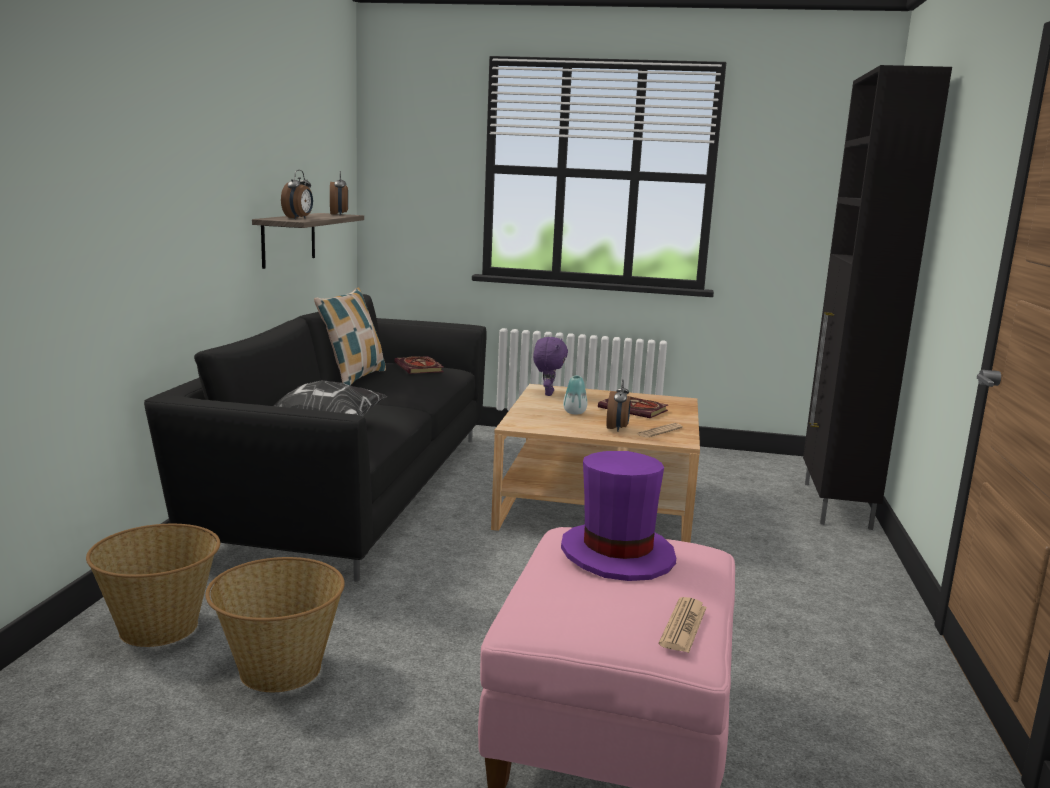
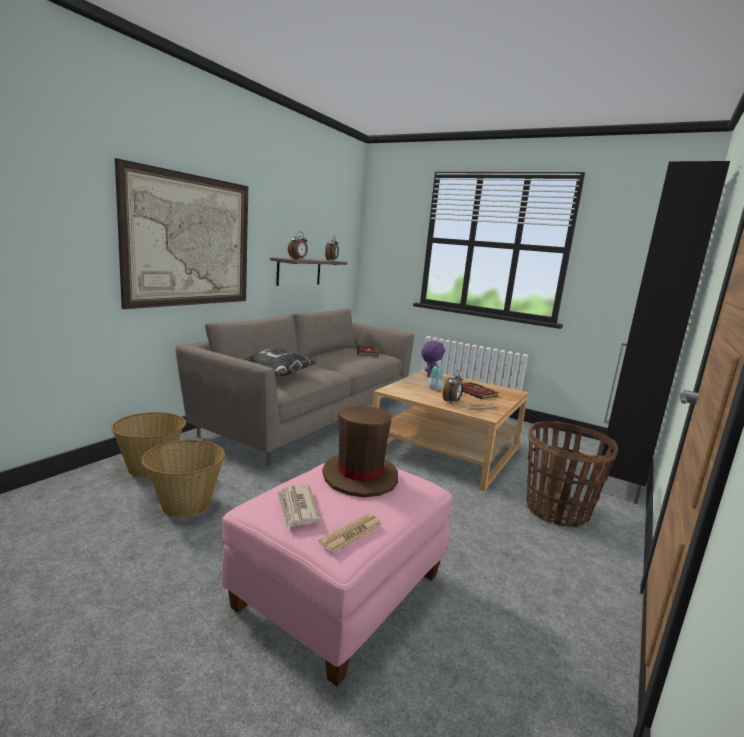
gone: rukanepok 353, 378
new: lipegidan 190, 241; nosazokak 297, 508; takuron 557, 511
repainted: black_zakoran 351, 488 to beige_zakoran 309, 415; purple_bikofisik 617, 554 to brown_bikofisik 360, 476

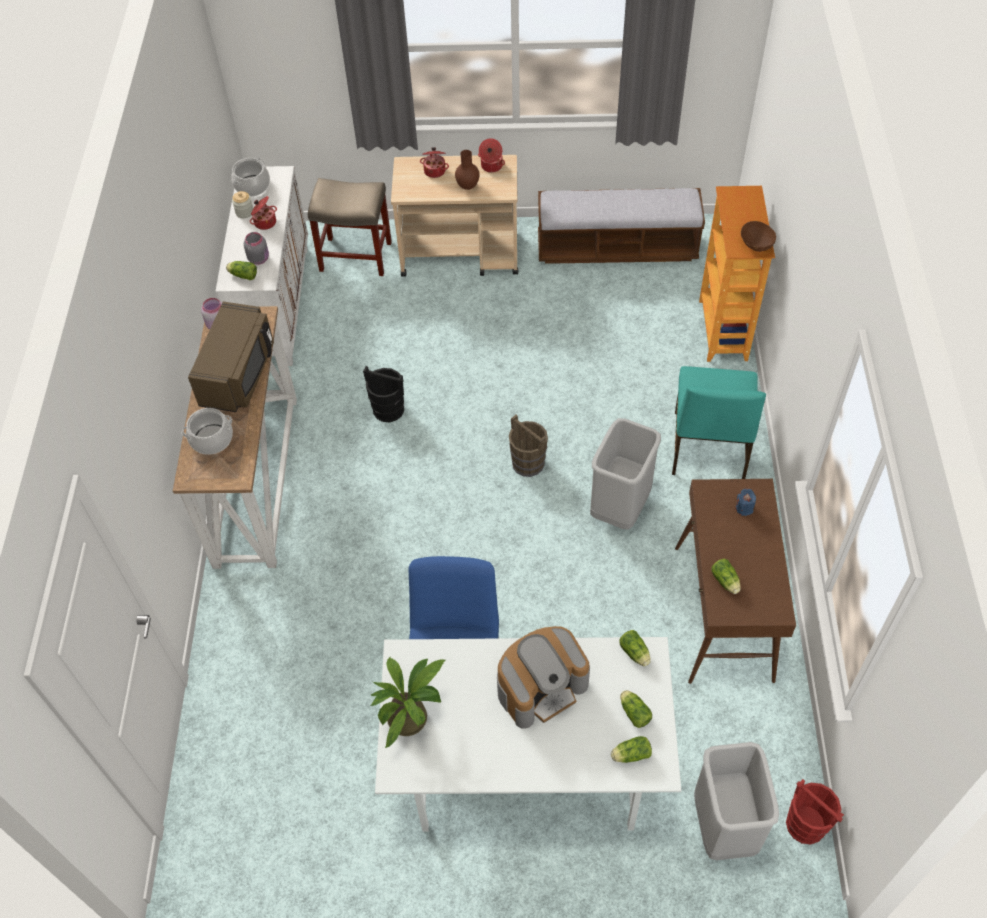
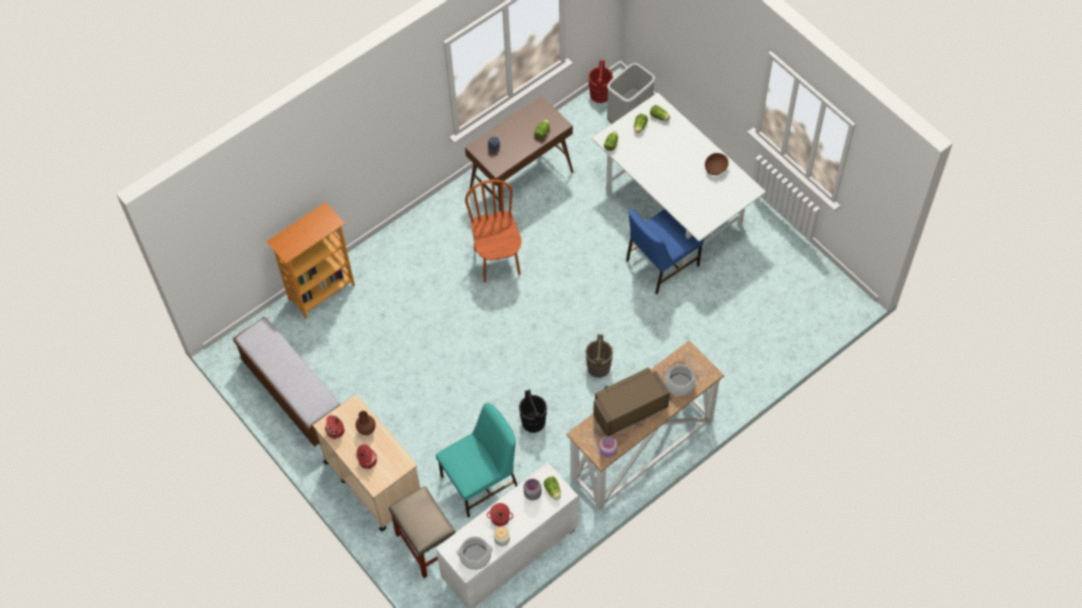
gone: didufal 412, 716; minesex 541, 687
shifted: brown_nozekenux 528, 463 to 598, 367; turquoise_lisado 708, 447 to 481, 481; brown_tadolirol 755, 244 to 715, 169
swapped: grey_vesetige 620, 508 to brown_lisado 497, 261

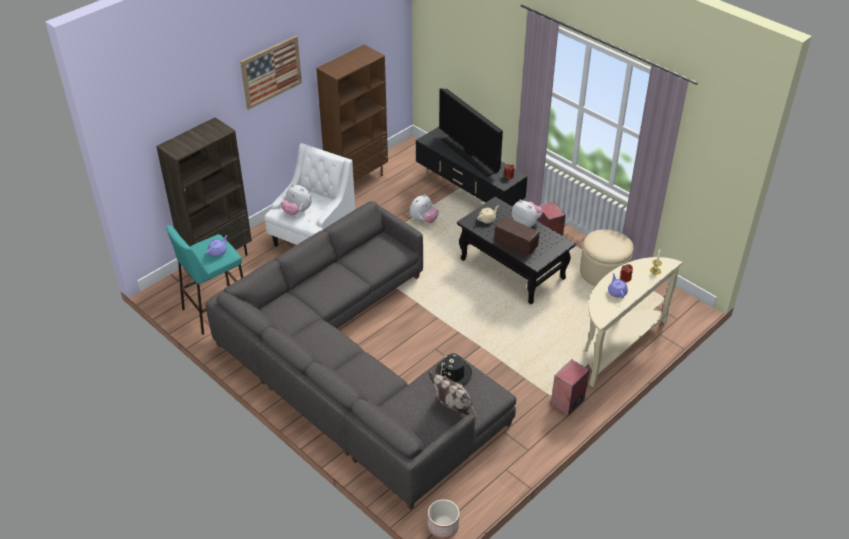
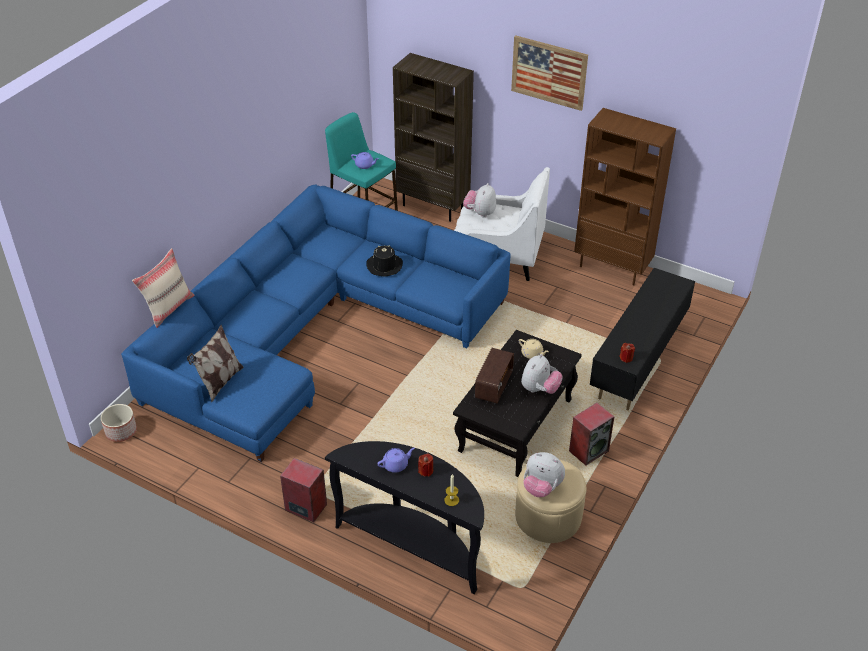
gone: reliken 469, 156
new: beige_rukanepok 168, 308
shifted: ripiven 423, 220 to 541, 487; black_bikofisik 453, 374 to 384, 266
repainted: grey_zakoran 355, 367 to blue_zakoran 314, 329; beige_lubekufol 617, 345 to black_lubekufol 414, 544

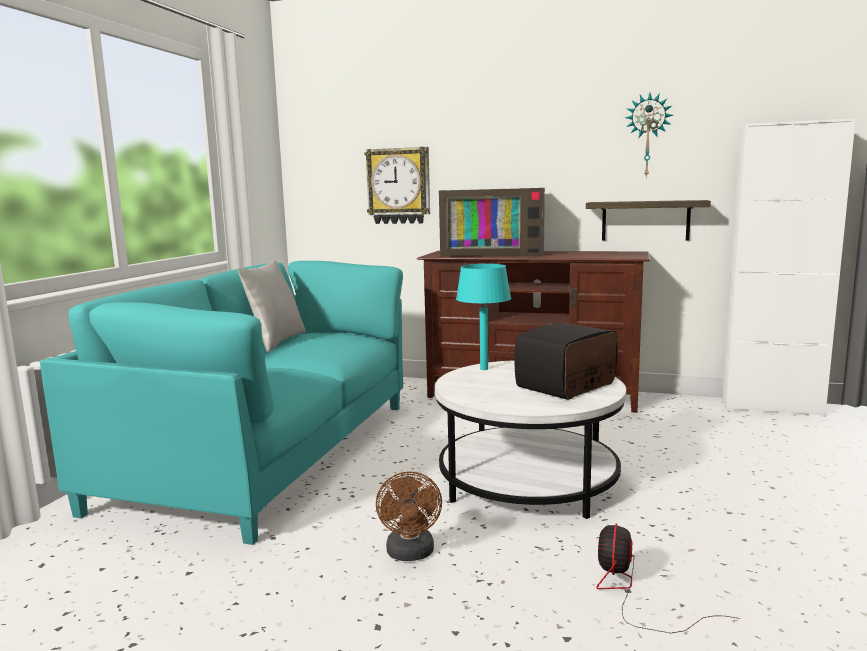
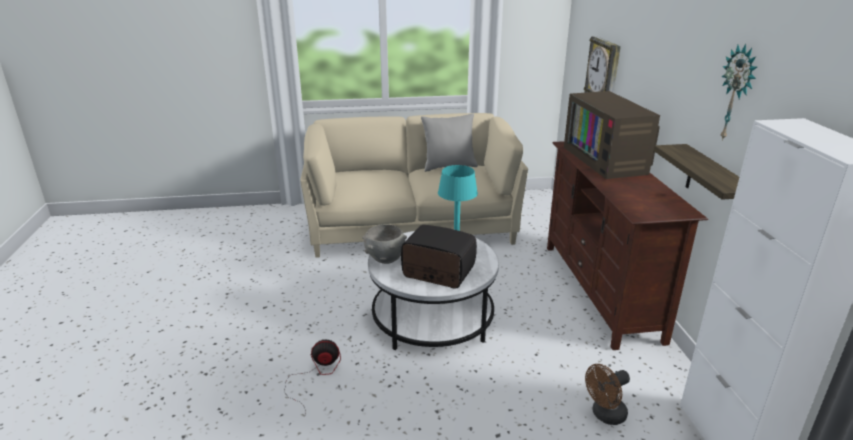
new: grey_tadolirol 385, 259
shifted: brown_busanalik 411, 554 to 605, 415
repainted: turquoise_zakoran 268, 452 to beige_zakoran 411, 227

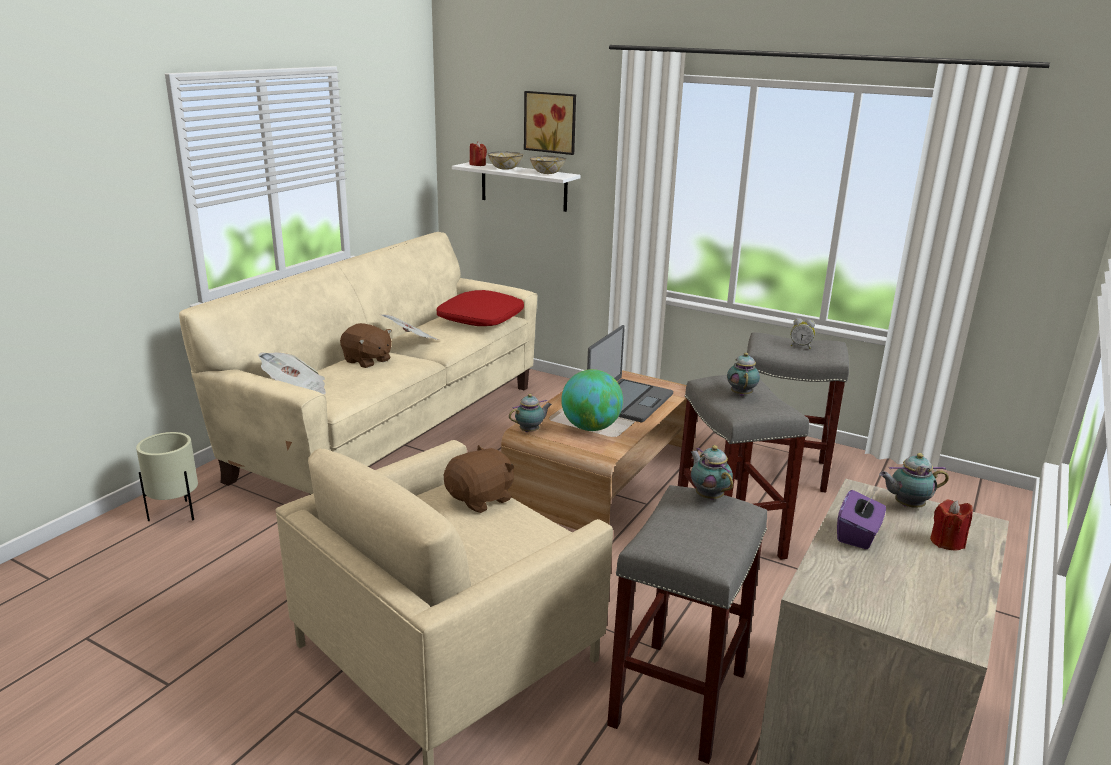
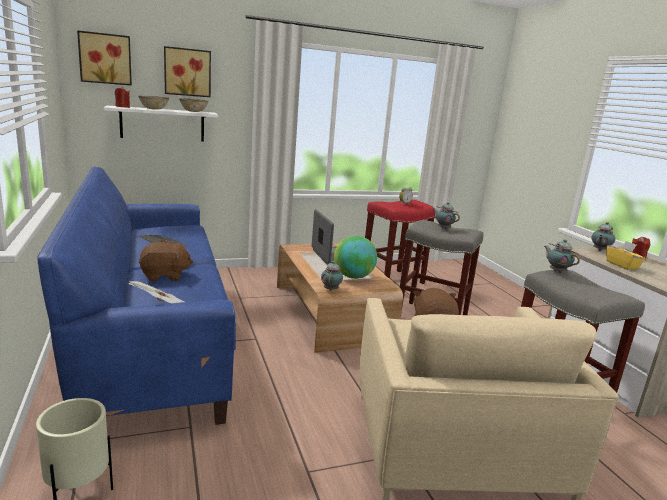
gone: red_rukanepok 480, 319
new: lipegidan 105, 58
repainted: beige_zakoran 392, 429 to blue_zakoran 151, 339; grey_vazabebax 781, 470 to red_vazabebax 392, 280; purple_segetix 858, 535 to yellow_segetix 622, 265
rotated: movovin 708, 496 = 556, 271 45 degrees clockwise

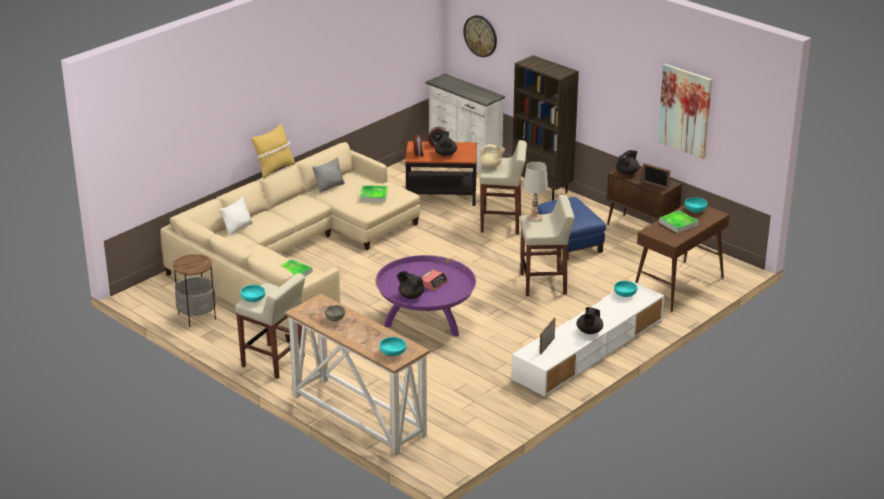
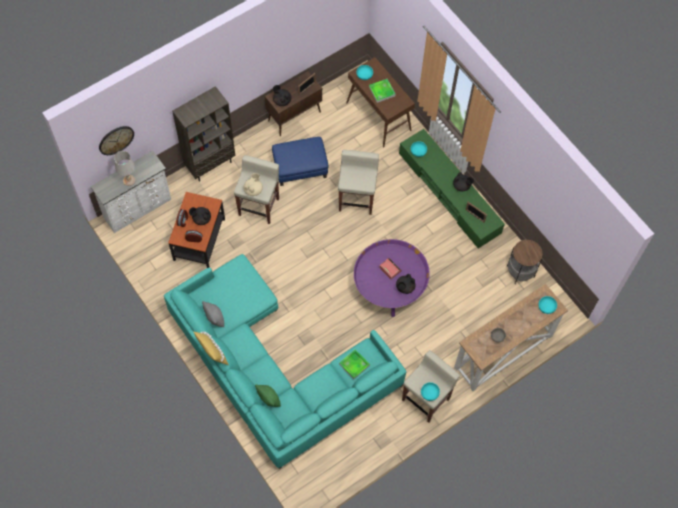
gone: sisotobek 373, 196; lipegidan 685, 110
shifted: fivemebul 197, 316 to 520, 272; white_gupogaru 534, 218 to 129, 180
repainted: beige_zakoran 292, 257 to turquoise_zakoran 273, 367; white_rukanepok 237, 228 to green_rukanepok 269, 399; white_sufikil 588, 350 to green_sufikil 449, 193

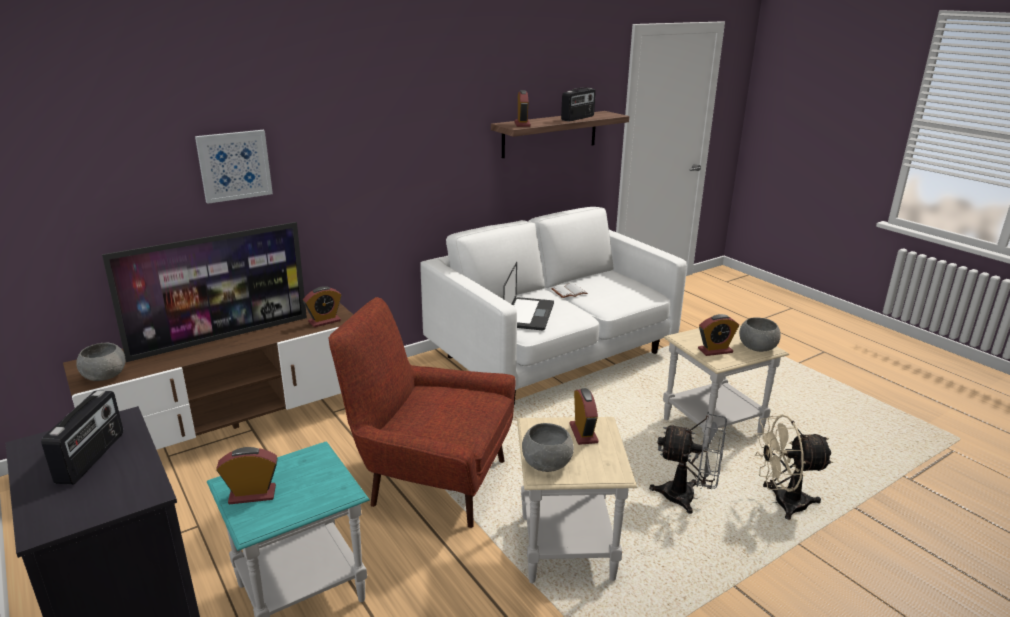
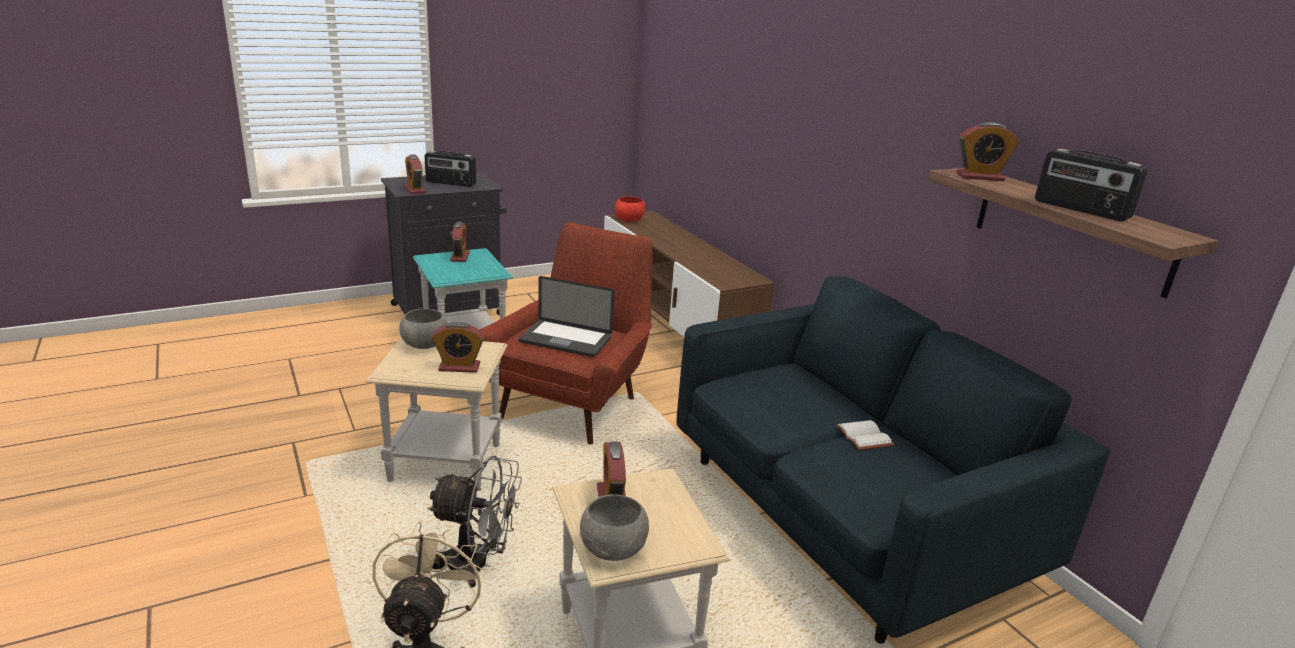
gone: reliken 221, 337; lipegidan 234, 165
shifted: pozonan 324, 321 to 415, 190; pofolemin 529, 315 to 565, 340
repainted: grey_tadolirol 104, 376 to red_tadolirol 629, 220; white_zakoran 552, 355 to blue_zakoran 843, 517
rotated: grey_busanalik 687, 498 = 478, 565 105 degrees counterclockwise

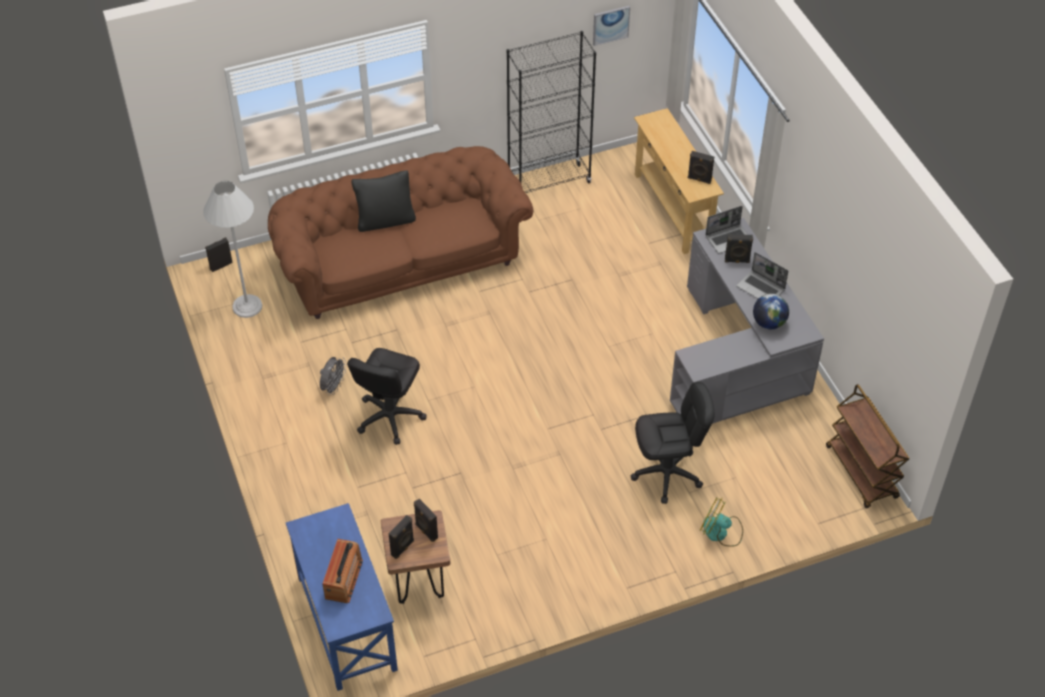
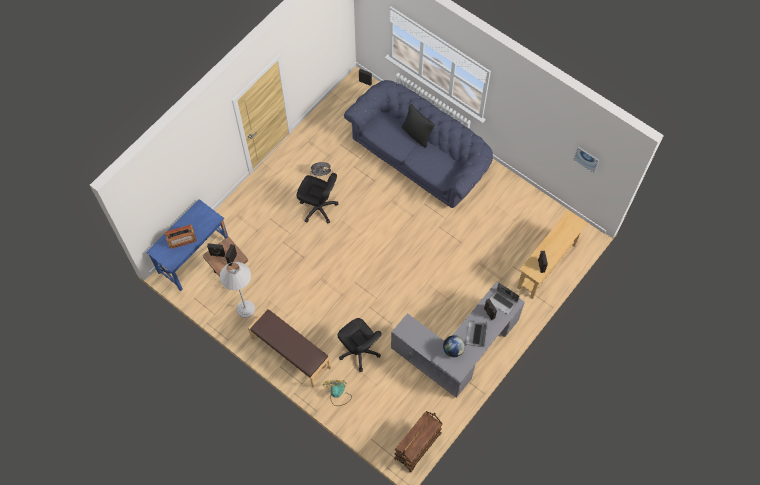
gone: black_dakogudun 549, 183
new: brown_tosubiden 290, 353
shifted: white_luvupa 247, 306 to 245, 309
repainted: brown_zakoran 400, 261 to blue_zakoran 420, 157
rotated: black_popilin 389, 417 = 318, 208 150 degrees counterclockwise

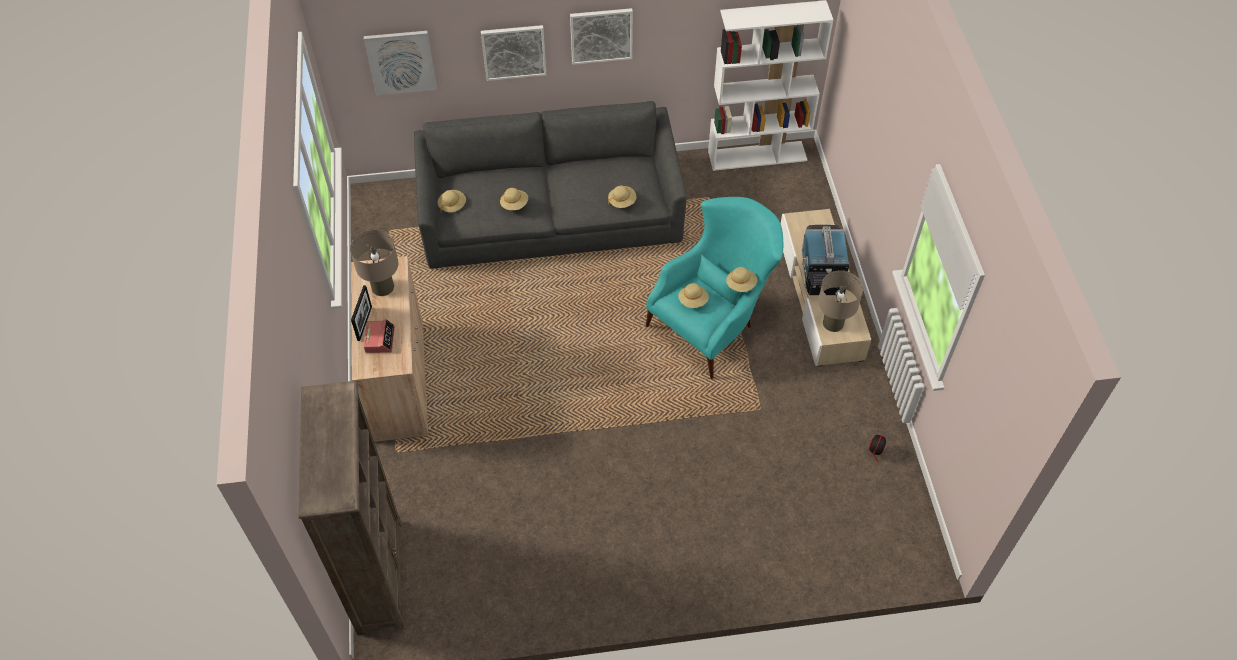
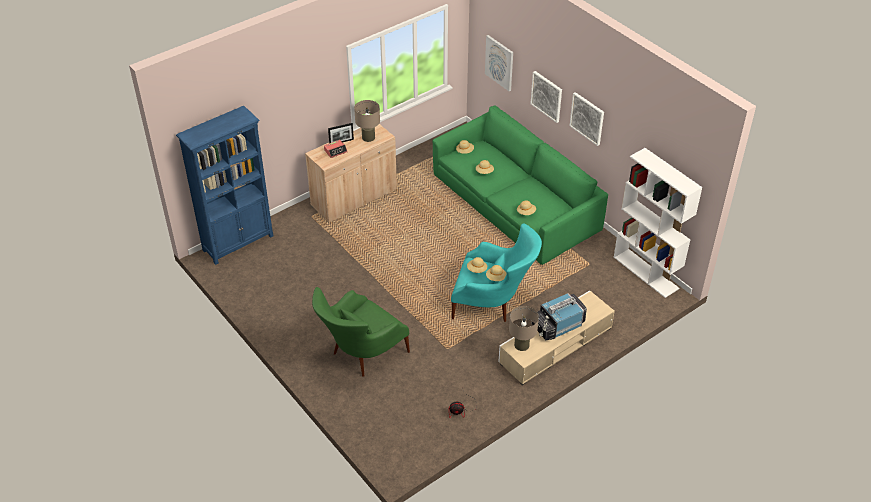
new: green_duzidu 360, 355
repainted: brown_dakogudun 379, 575 to blue_dakogudun 238, 243; grey_zakoran 551, 212 to green_zakoran 515, 203

